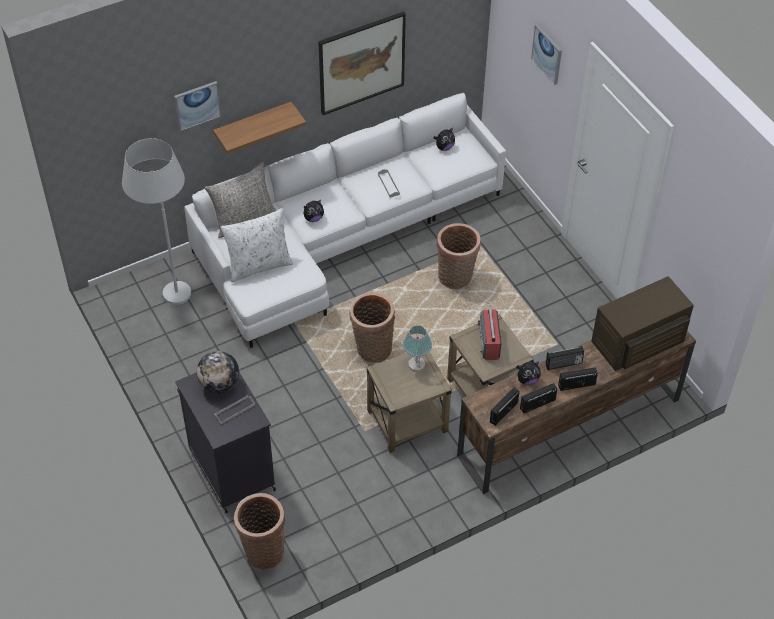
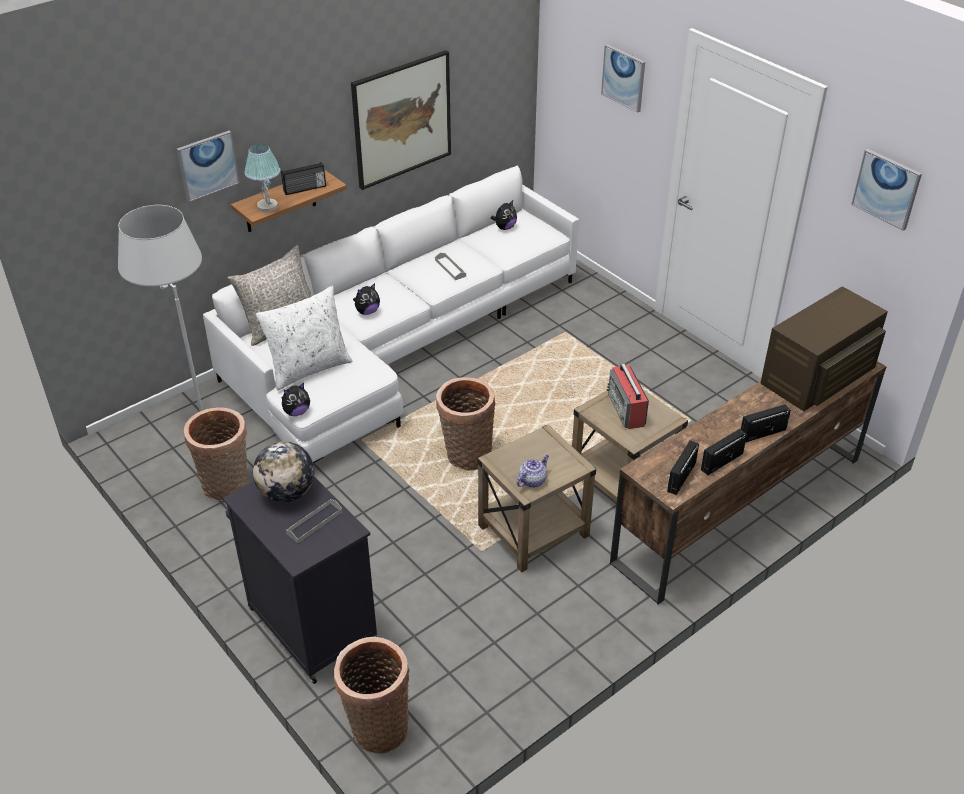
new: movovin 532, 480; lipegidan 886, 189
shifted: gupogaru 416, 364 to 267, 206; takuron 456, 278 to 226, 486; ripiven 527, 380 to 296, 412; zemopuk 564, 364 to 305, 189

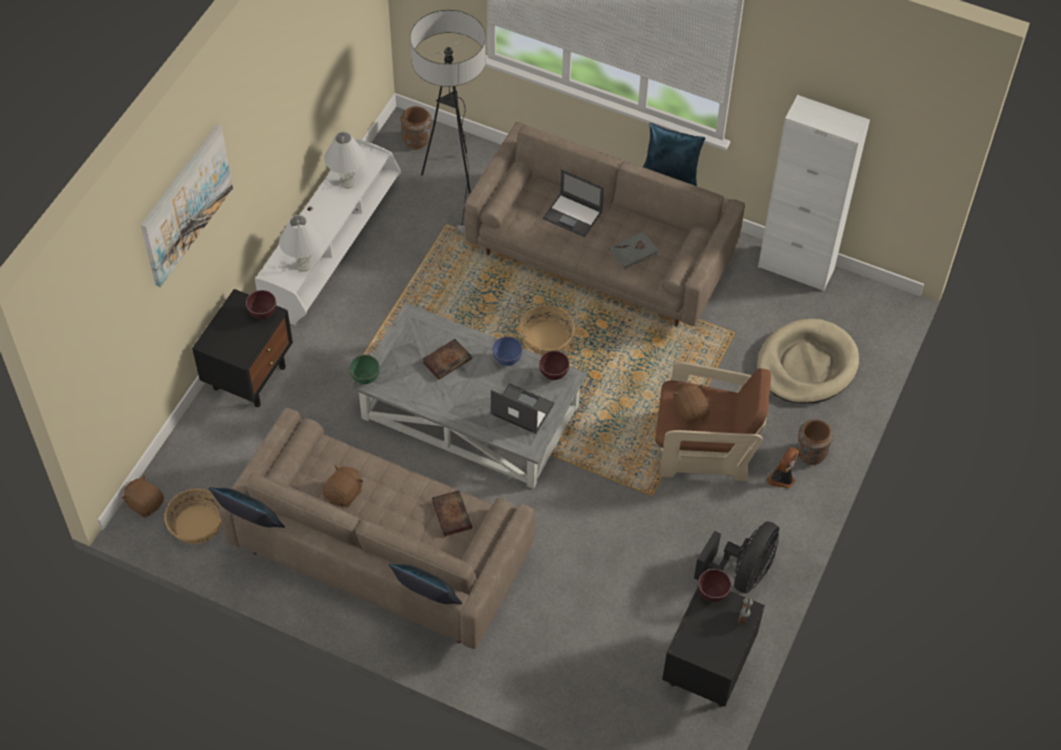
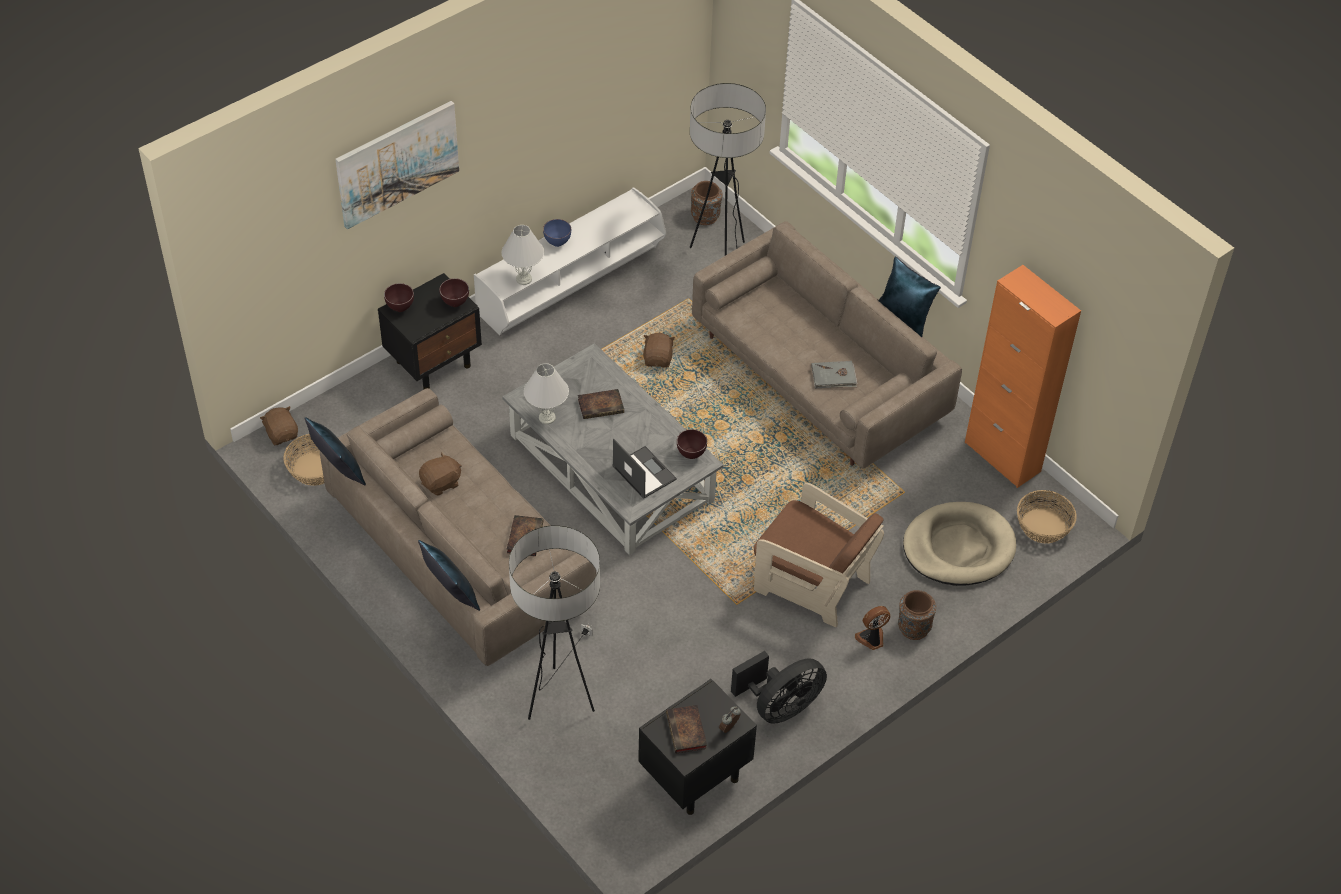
gone: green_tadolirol 365, 379; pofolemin 573, 215
new: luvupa 560, 698; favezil 687, 732
shifted: white_gupogaru 347, 182 to 546, 418; blue_tadolirol 508, 361 to 558, 243; takuron 546, 339 to 1043, 526; brown_ripiven 690, 411 to 658, 359; brown_tadolirol 712, 595 to 399, 309
repainted: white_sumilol 796, 268 to orange_sumilol 1002, 457

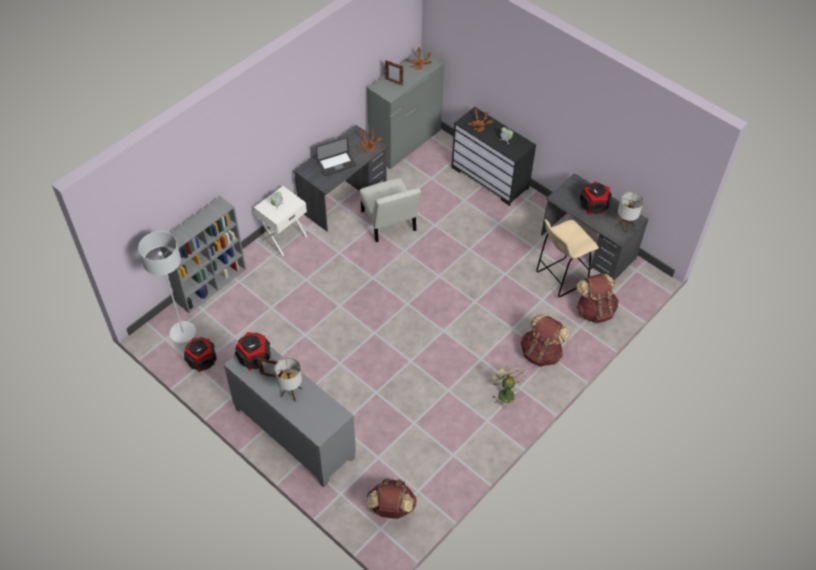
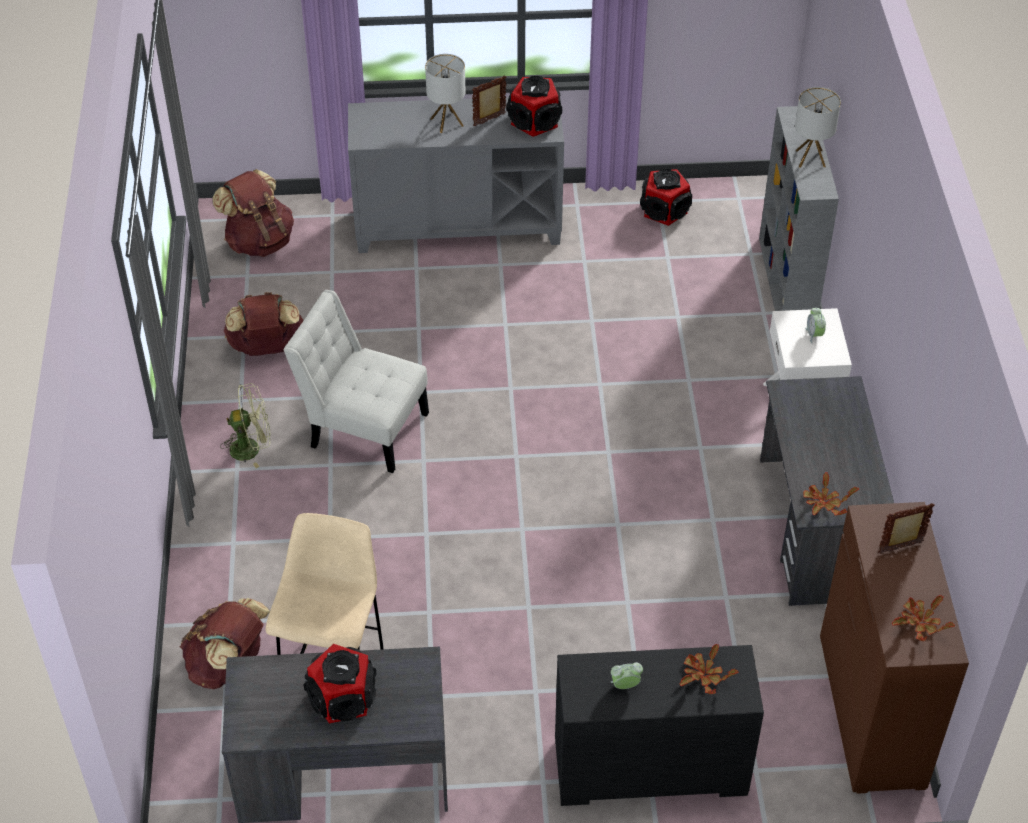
gone: grey_luvupa 183, 332; pofolemin 336, 164
shifted: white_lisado 389, 223 to 363, 427; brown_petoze 541, 353 to 266, 348; gupogaru 625, 226 to 810, 158
repainted: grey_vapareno 405, 142 to brown_vapareno 871, 711
rotated: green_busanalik 504, 393 = 251, 448 45 degrees counterclockwise

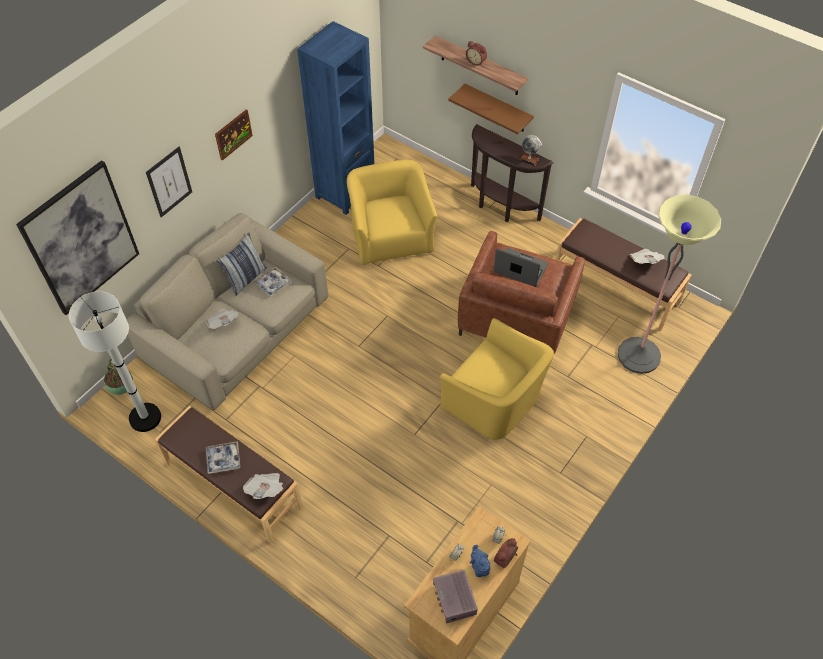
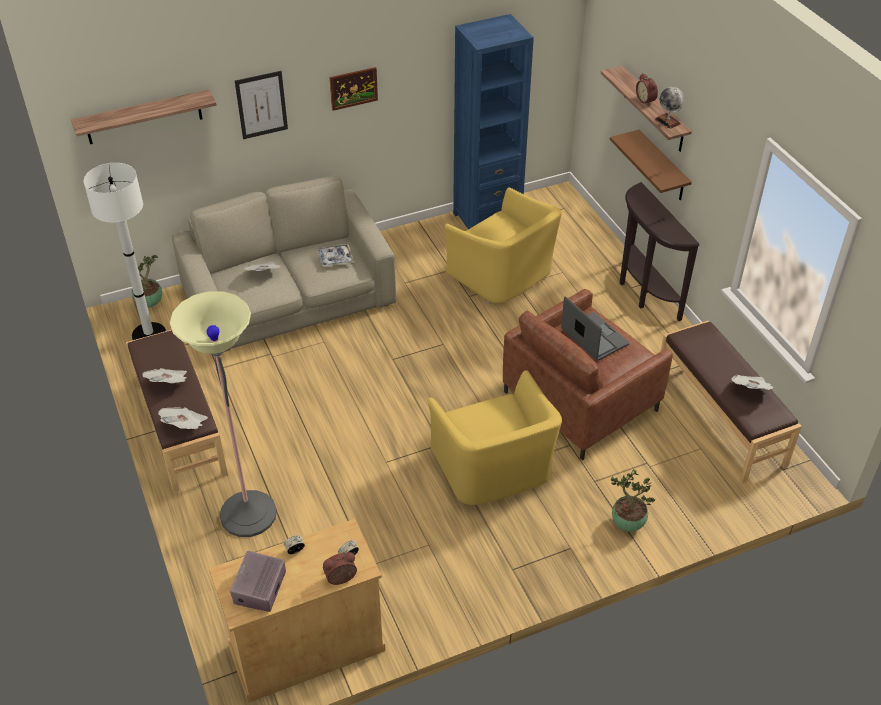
gone: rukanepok 246, 278; blue_movovin 479, 567
new: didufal 626, 524
shifted: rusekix 529, 160 to 668, 121; luvupa 639, 355 to 248, 514
swapped: lipegidan 81, 239 to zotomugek 144, 117; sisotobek 223, 459 to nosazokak 169, 383
rotated: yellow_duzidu 391, 236 = 502, 275 120 degrees clockwise

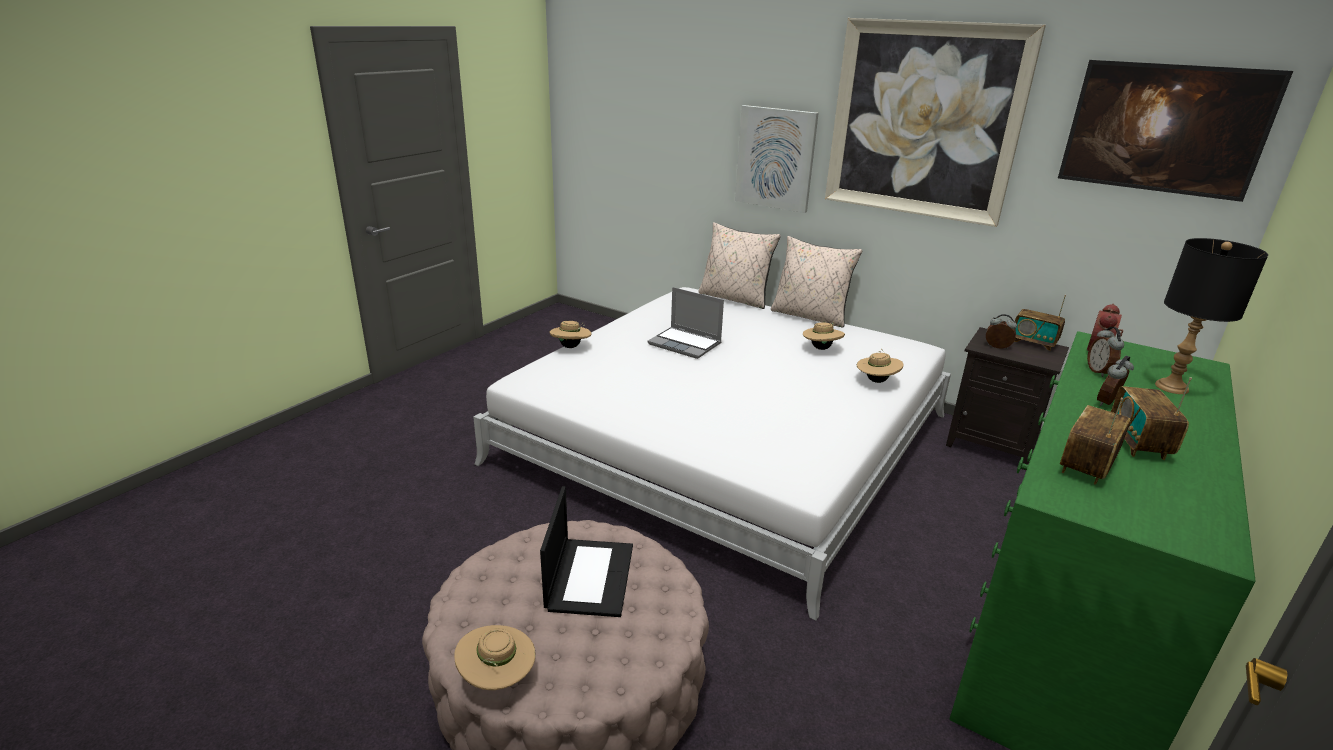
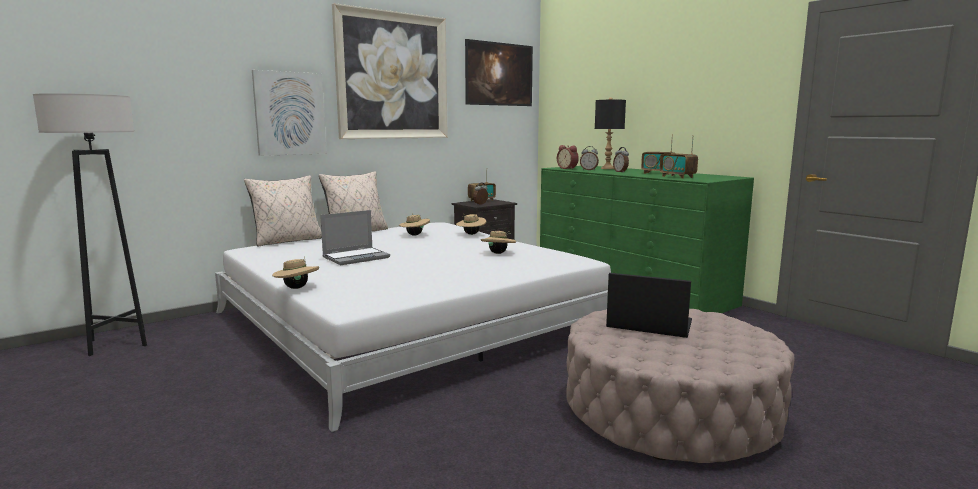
new: black_luvupa 118, 343
shifted: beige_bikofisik 498, 677 to 498, 253

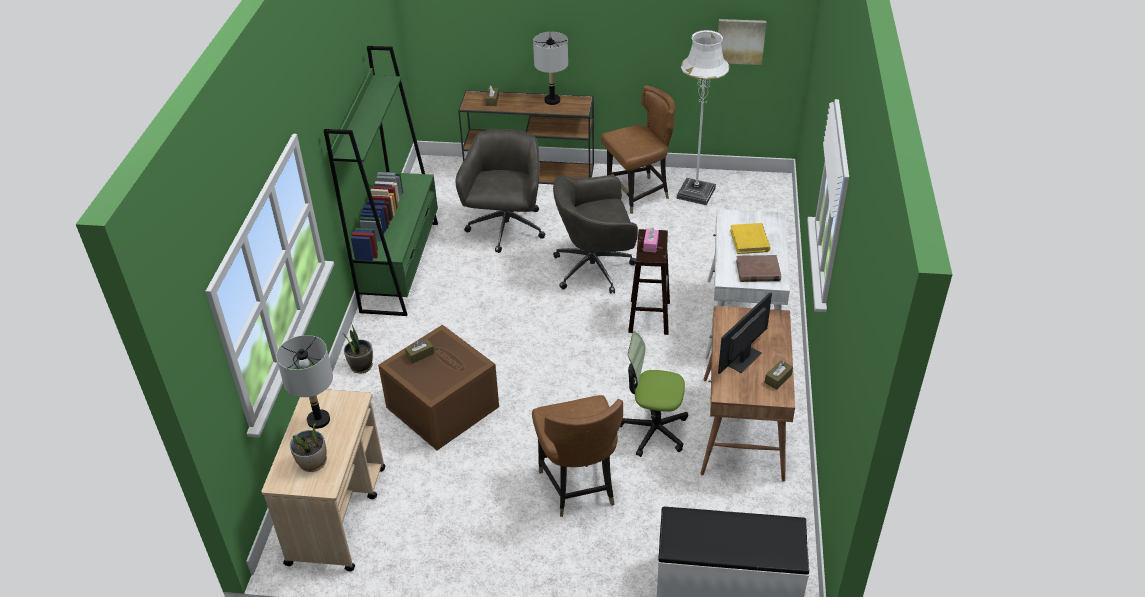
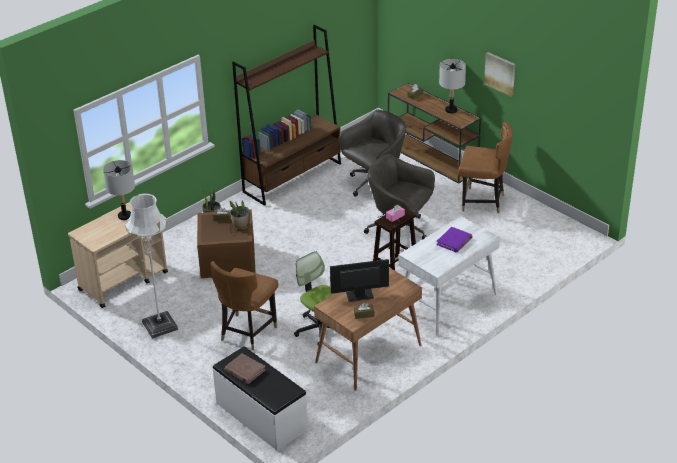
shifted: didufal 313, 463 to 241, 225; white_luvupa 696, 193 to 160, 326; lipegidan 740, 41 to 500, 73; brown_favezil 758, 271 to 244, 370
repainted: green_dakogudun 400, 265 to brown_dakogudun 293, 177; yellow_favezil 750, 240 to purple_favezil 454, 241

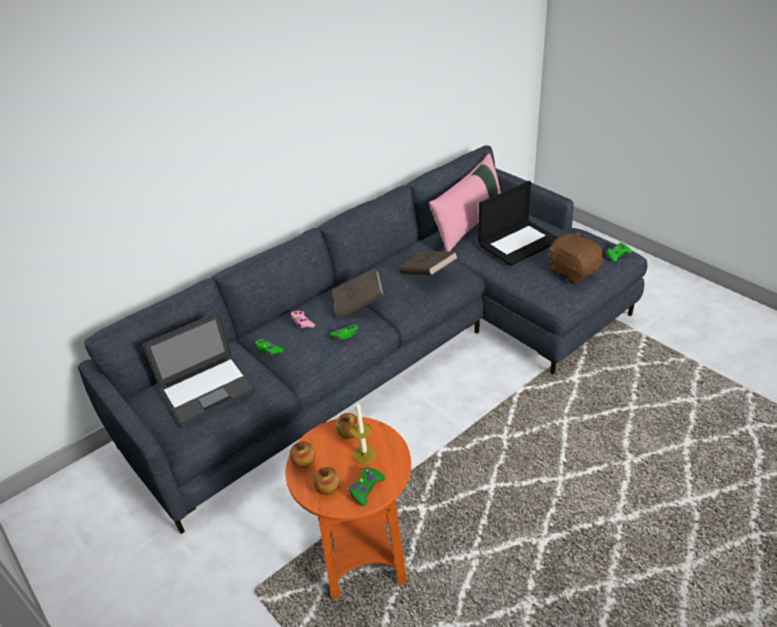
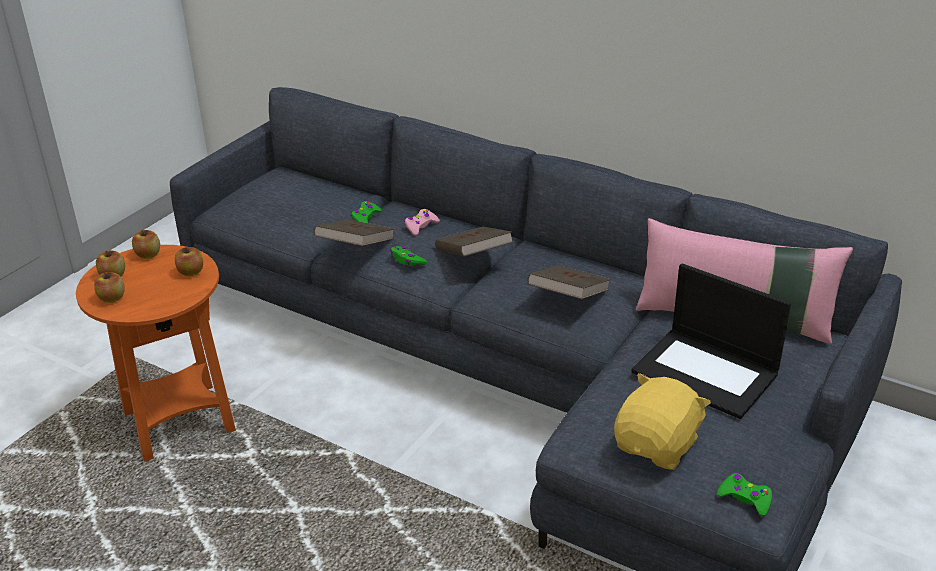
gone: pofolemin 209, 390; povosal 364, 454
new: brown_favezil 356, 248
swapped: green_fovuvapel 366, 488 to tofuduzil 112, 298
repainted: brown_ripiven 573, 271 to yellow_ripiven 657, 446

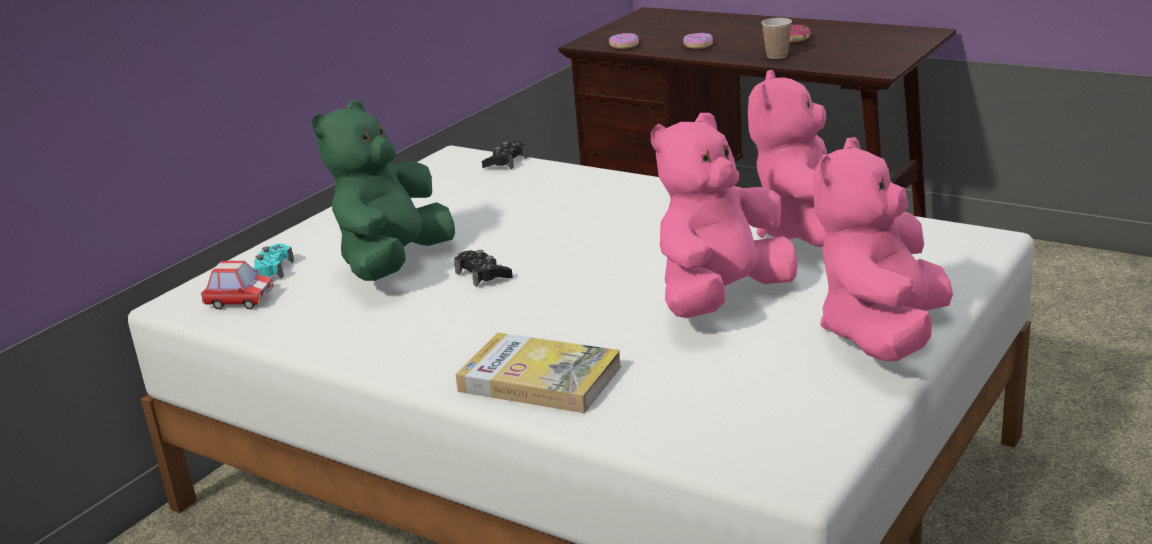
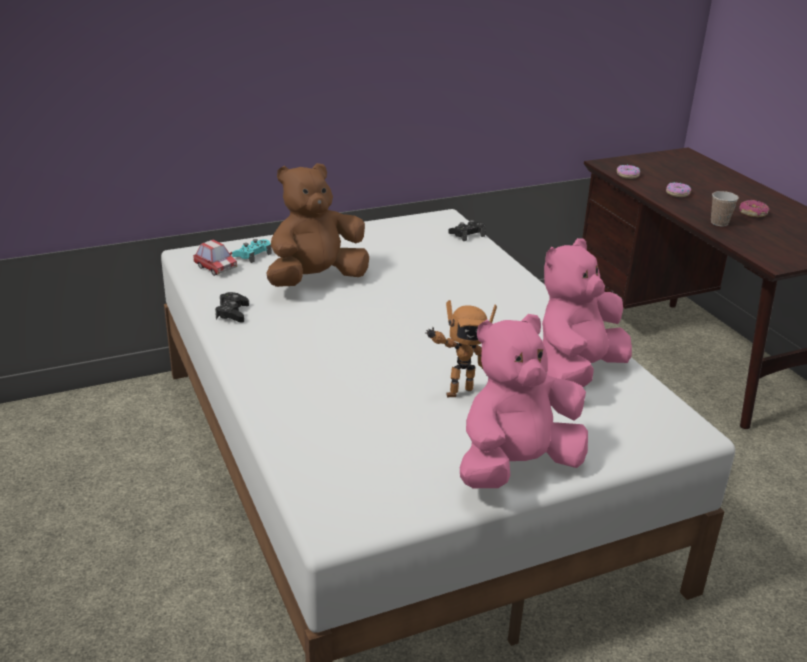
gone: favezil 539, 379
shifted: black_fovuvapel 483, 275 to 232, 313
swapped: pink_ripiven 721, 299 to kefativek 457, 390
repainted: green_ripiven 394, 264 to brown_ripiven 316, 279

